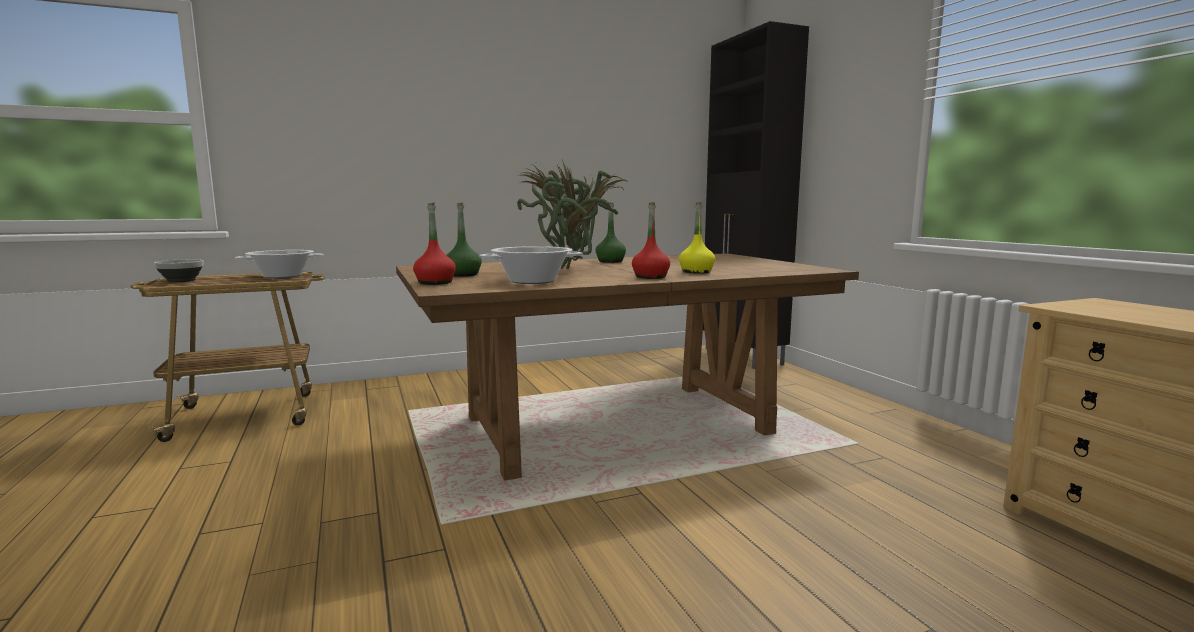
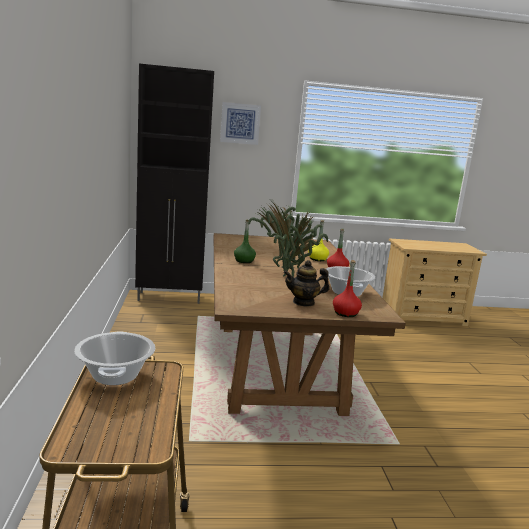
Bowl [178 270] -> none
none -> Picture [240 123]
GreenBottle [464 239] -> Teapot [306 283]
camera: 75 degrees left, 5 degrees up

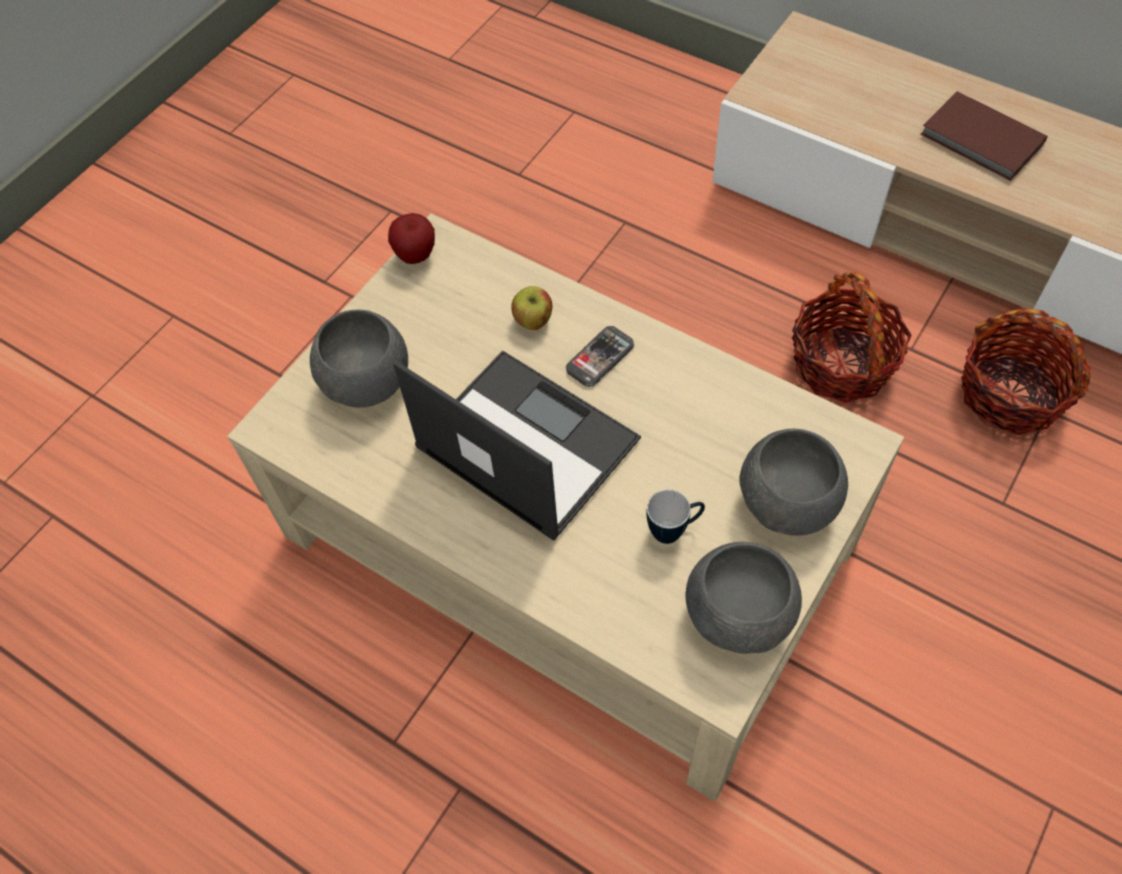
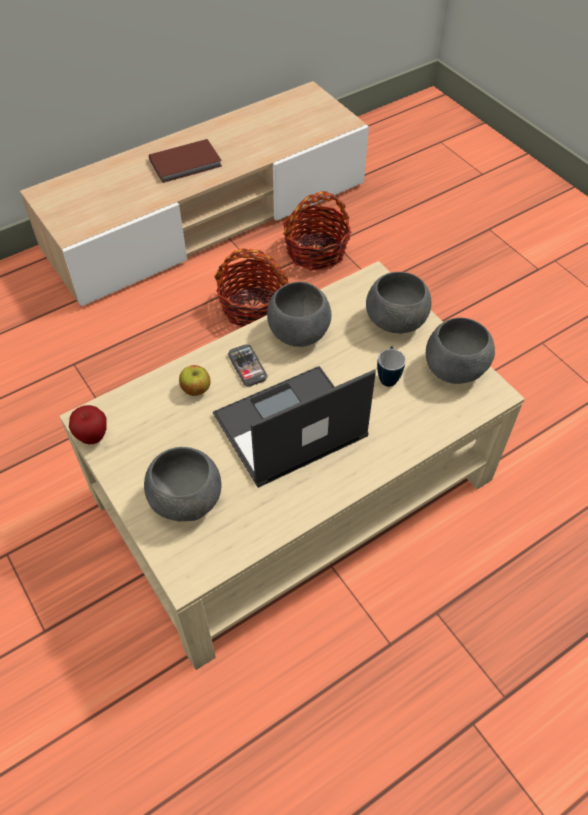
none -> GreyBowl [299 314]
camera: 70 degrees left, 5 degrees down

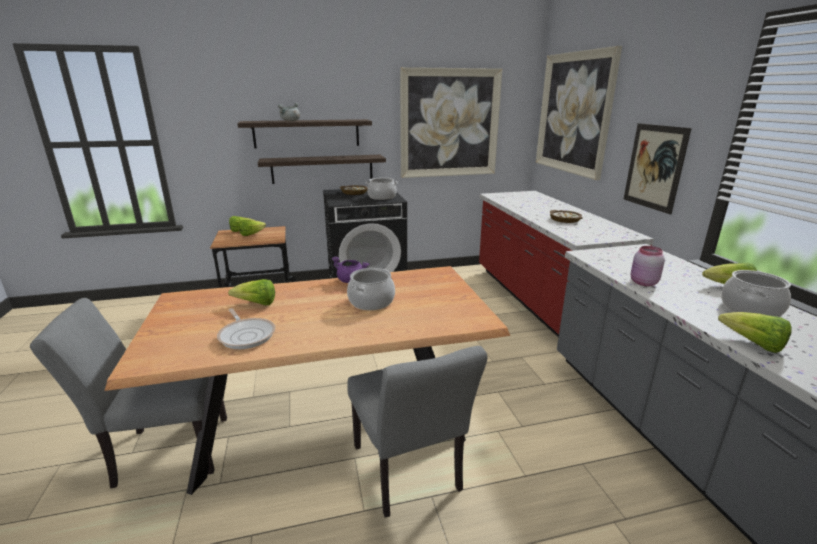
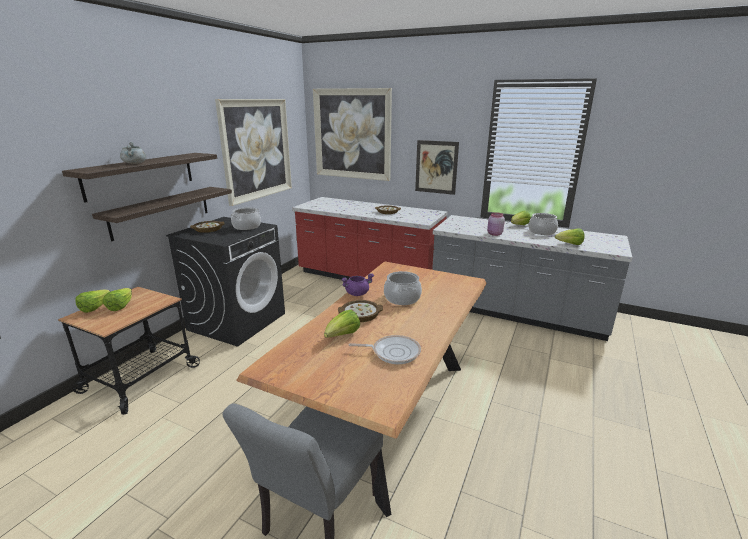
GreyChair [417 432] -> none
none -> Bowl [360 311]
camera: 50 degrees left, 0 degrees up

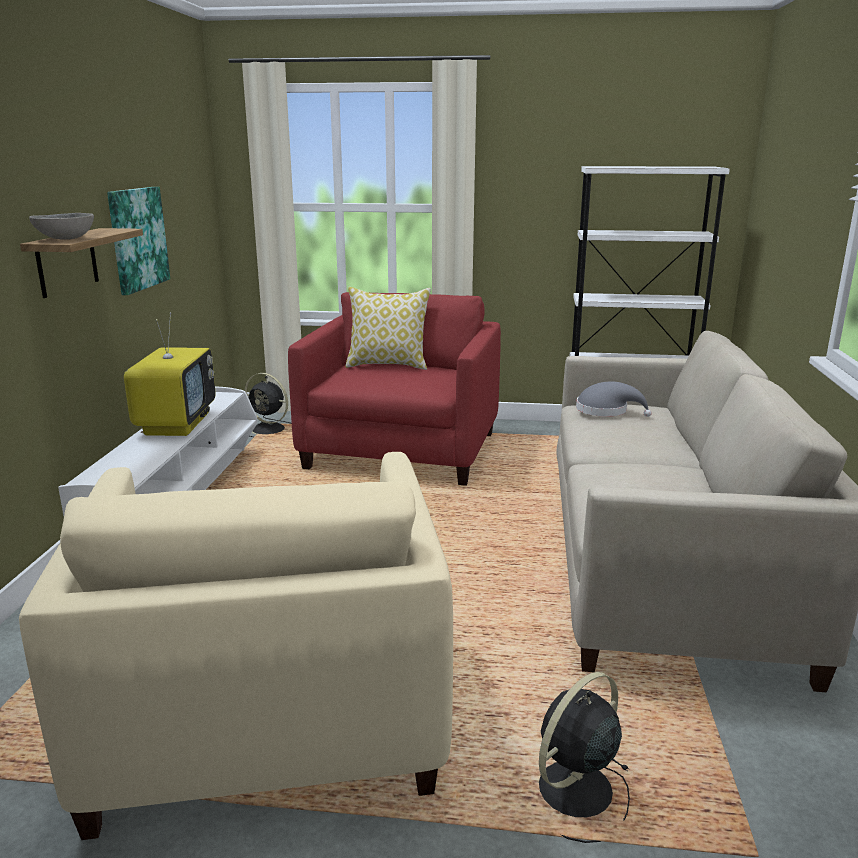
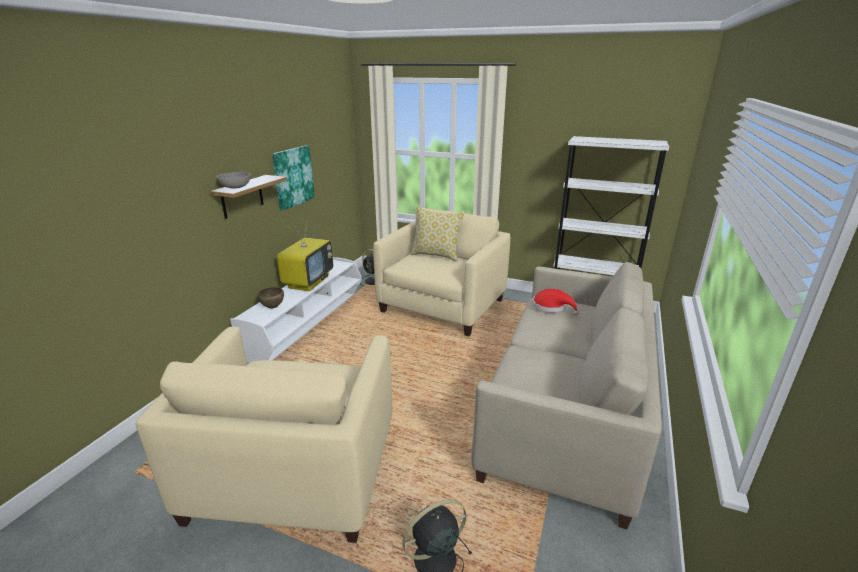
none -> BrownBowl [271 298]
RedArmchair [394 389] -> BeigeArmchair [442 272]
GreyHat [614 399] -> RedHat [556 302]
camera: 15 degrees right, 5 degrees up

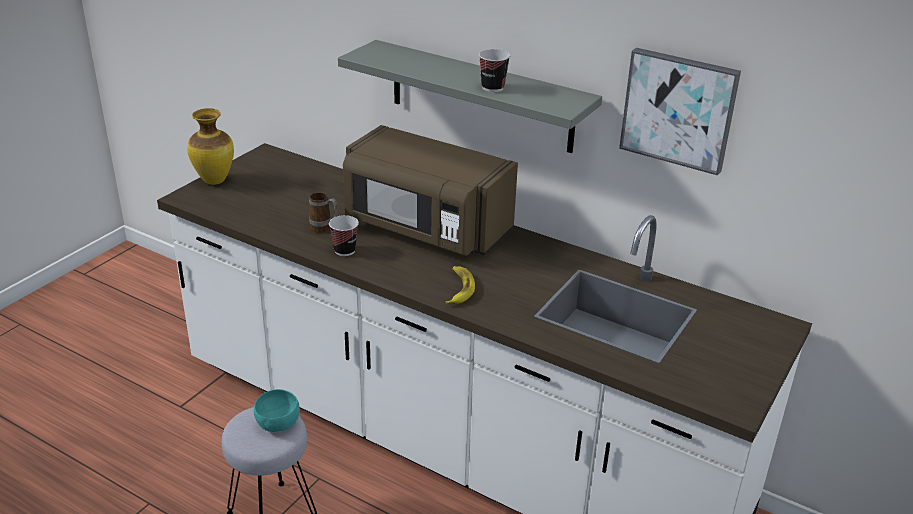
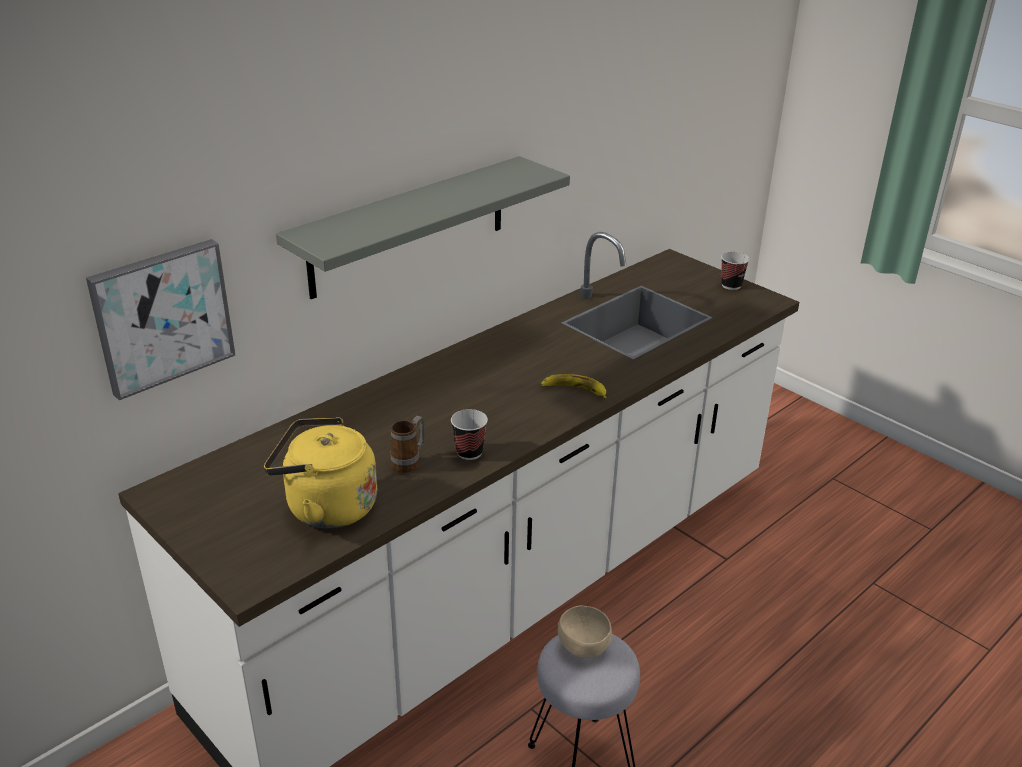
Vase [210 146] -> none
BrownMicrowave [430 190] -> none
none -> YellowKettle [320 473]
Cup [494 70] -> Cup [735 271], move
Picture [680 112] -> Picture [160 319], move
TurquoiseBowl [277 410] -> BeigeBowl [585 631]
camera: 75 degrees left, 0 degrees up

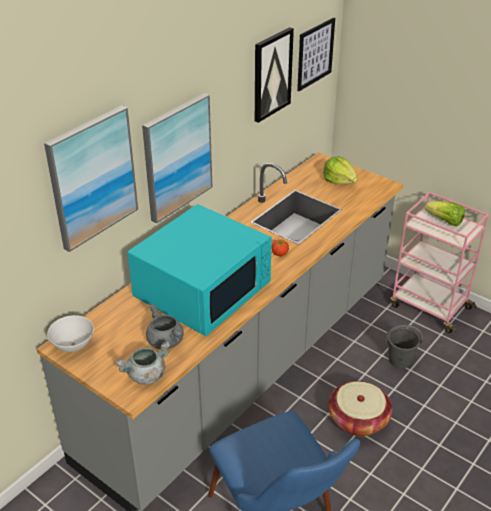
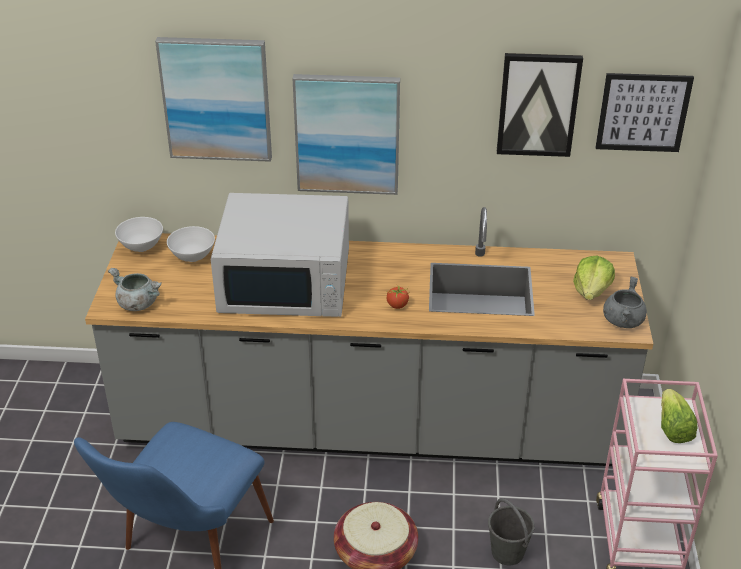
none -> WhiteBowl [191 244]
GreyCookingPot [165 326] -> GreyCookingPot [625 302], move
TurquoiseMicrowave [200 270] -> WhiteMicrowave [280 255]
camera: 55 degrees right, 0 degrees up

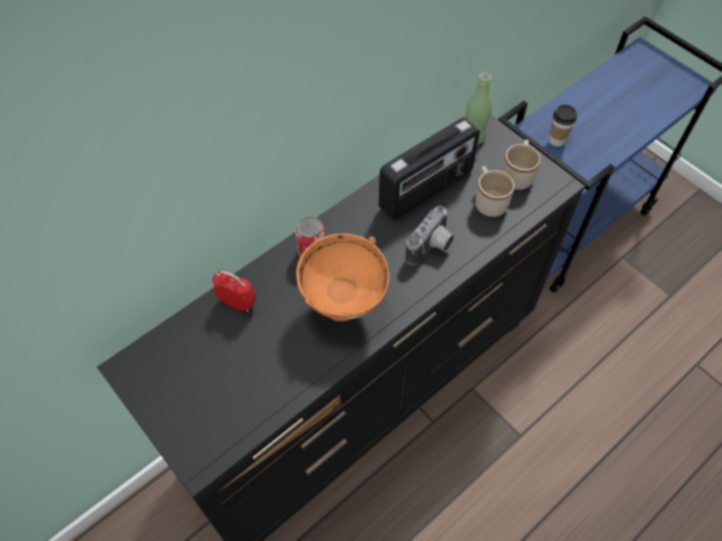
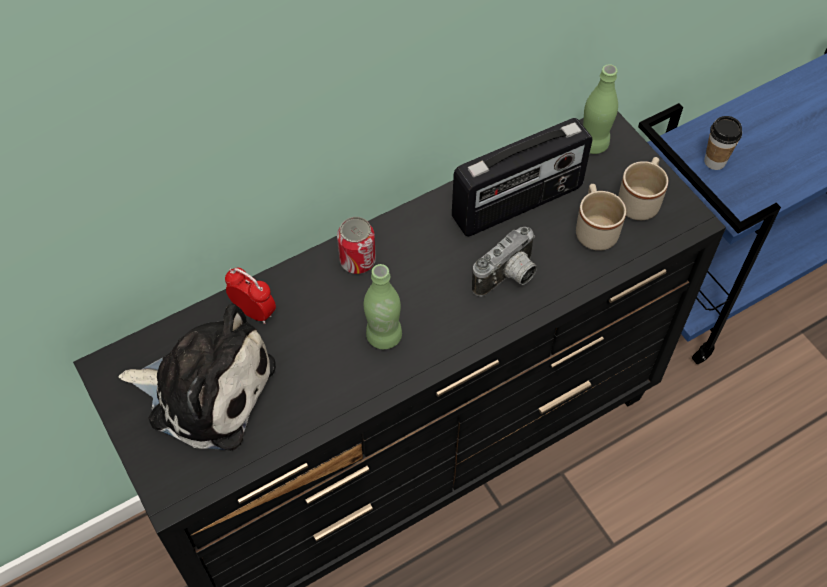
none -> PlushToy [197 377]
OrangeBowl [343 277] -> GreenBottle [383 306]
camera: 10 degrees right, 0 degrees up

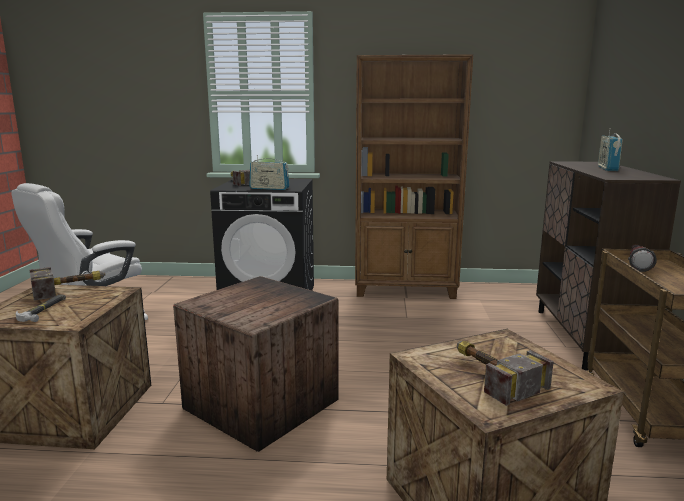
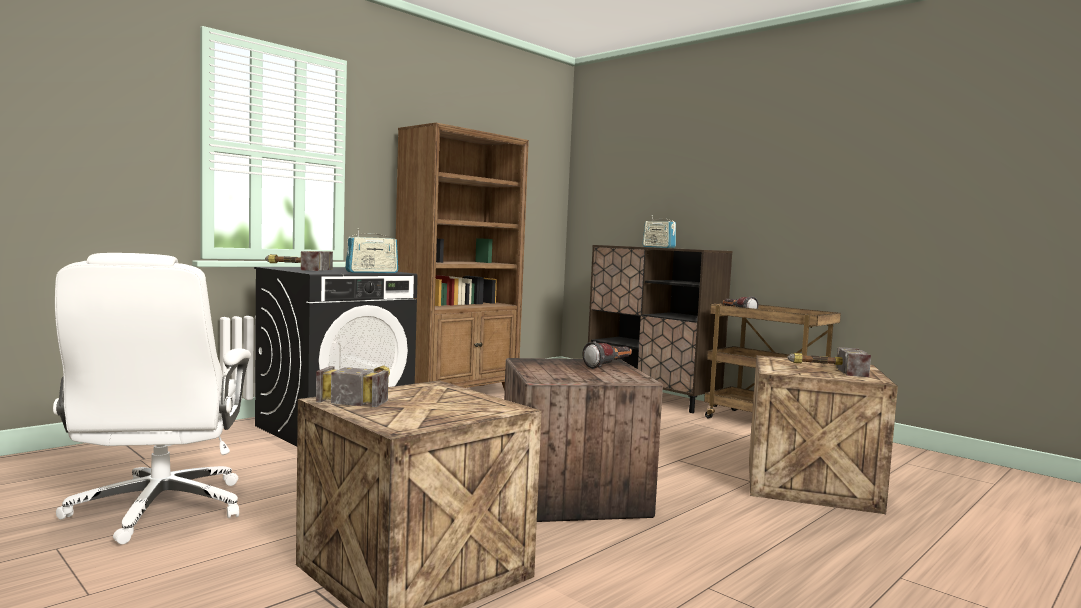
Hammer [41 308] -> none
none -> Flashlight [607 355]
camera: 50 degrees left, 10 degrees down

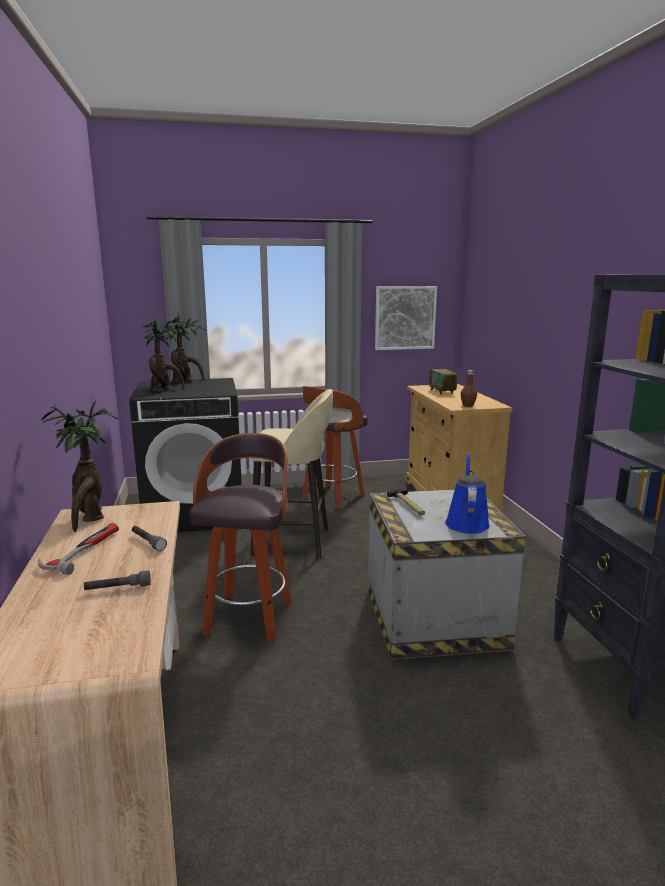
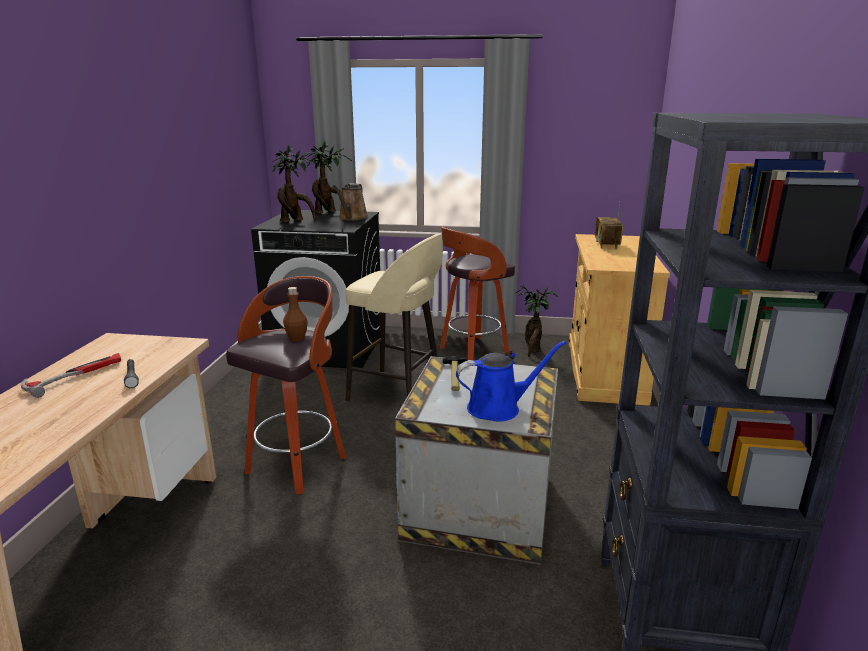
GreyFlashlight [117 580] -> none
Picture [406 318] -> none
none -> BrownWateringCan [350 202]
PottedPlant [80 466] -> PottedPlant [537 321], move
BrownBottle [469 388] -> BrownBottle [295 314], move
BlueWateringCan [467 493] -> BlueWateringCan [511 381], 45 degrees clockwise
camera: 20 degrees right, 5 degrees up

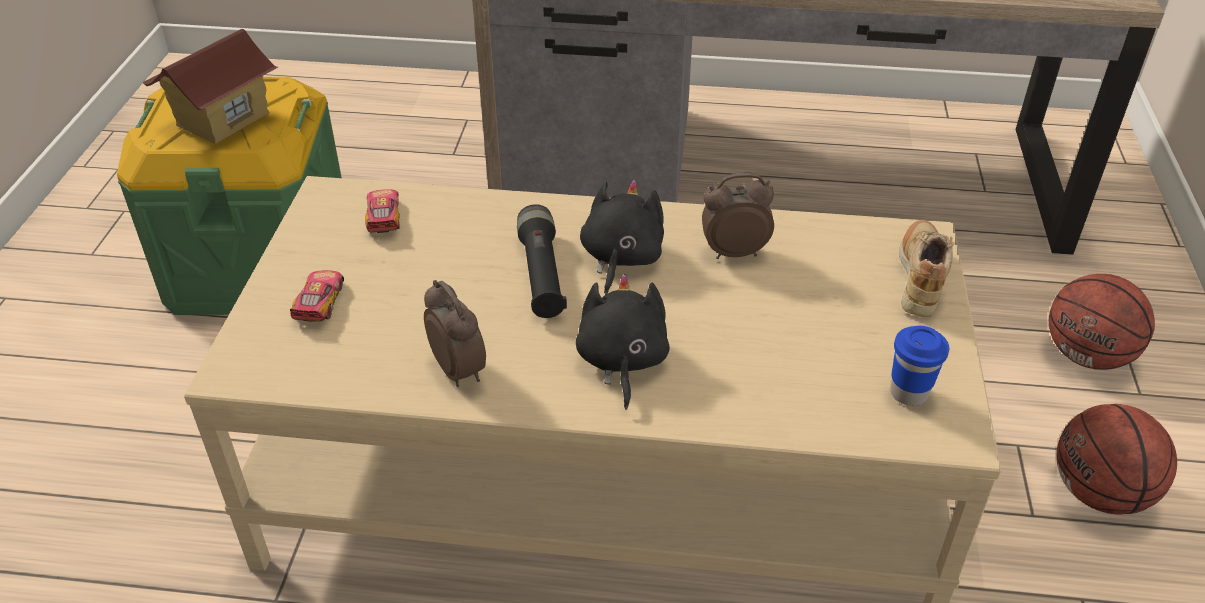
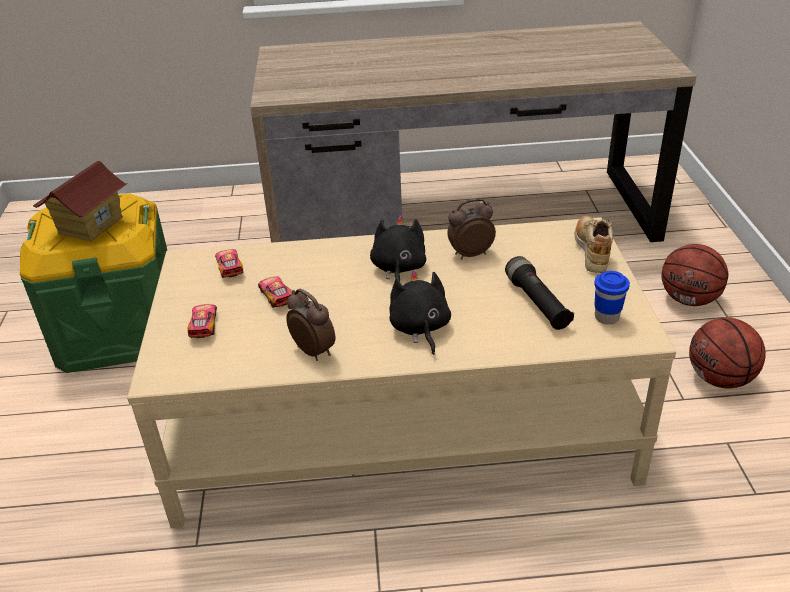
none -> ToyCar [275 292]
BlackFlashlight [542 261] -> BlackFlashlight [539 293], move
camera: 10 degrees left, 5 degrees down

